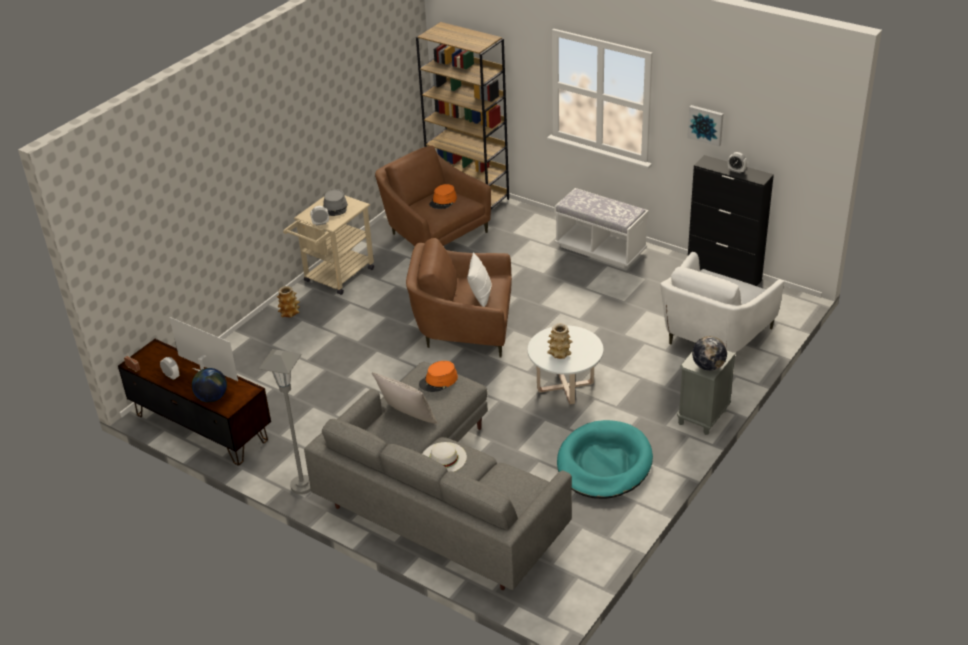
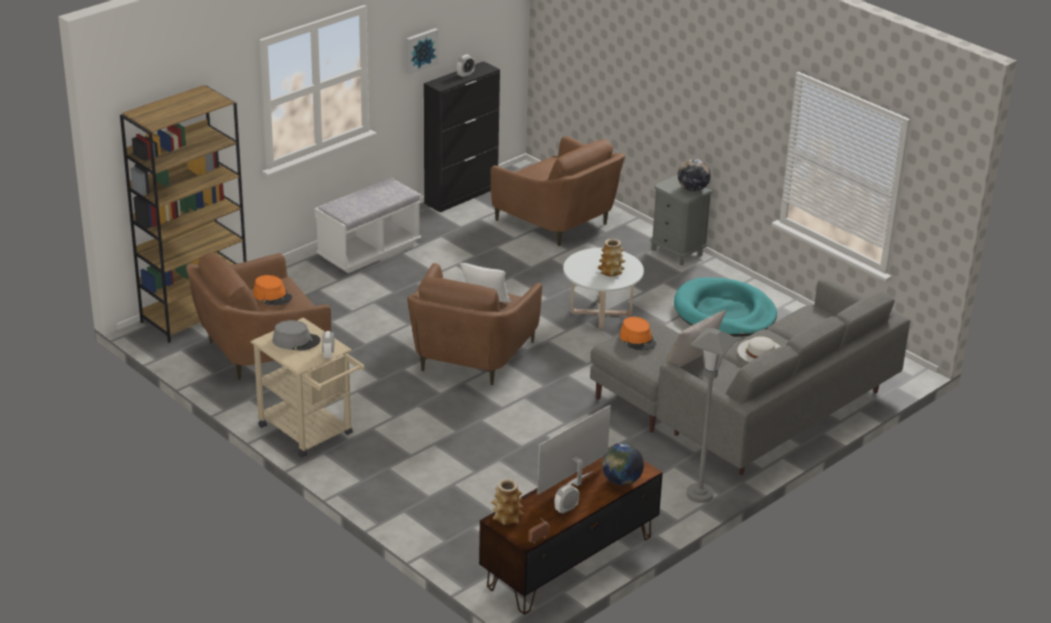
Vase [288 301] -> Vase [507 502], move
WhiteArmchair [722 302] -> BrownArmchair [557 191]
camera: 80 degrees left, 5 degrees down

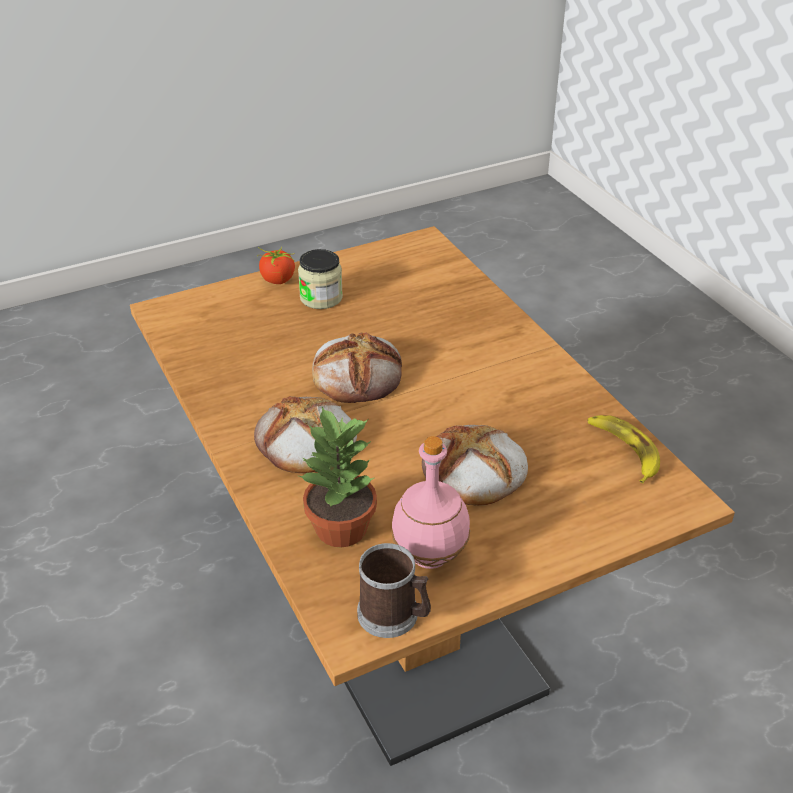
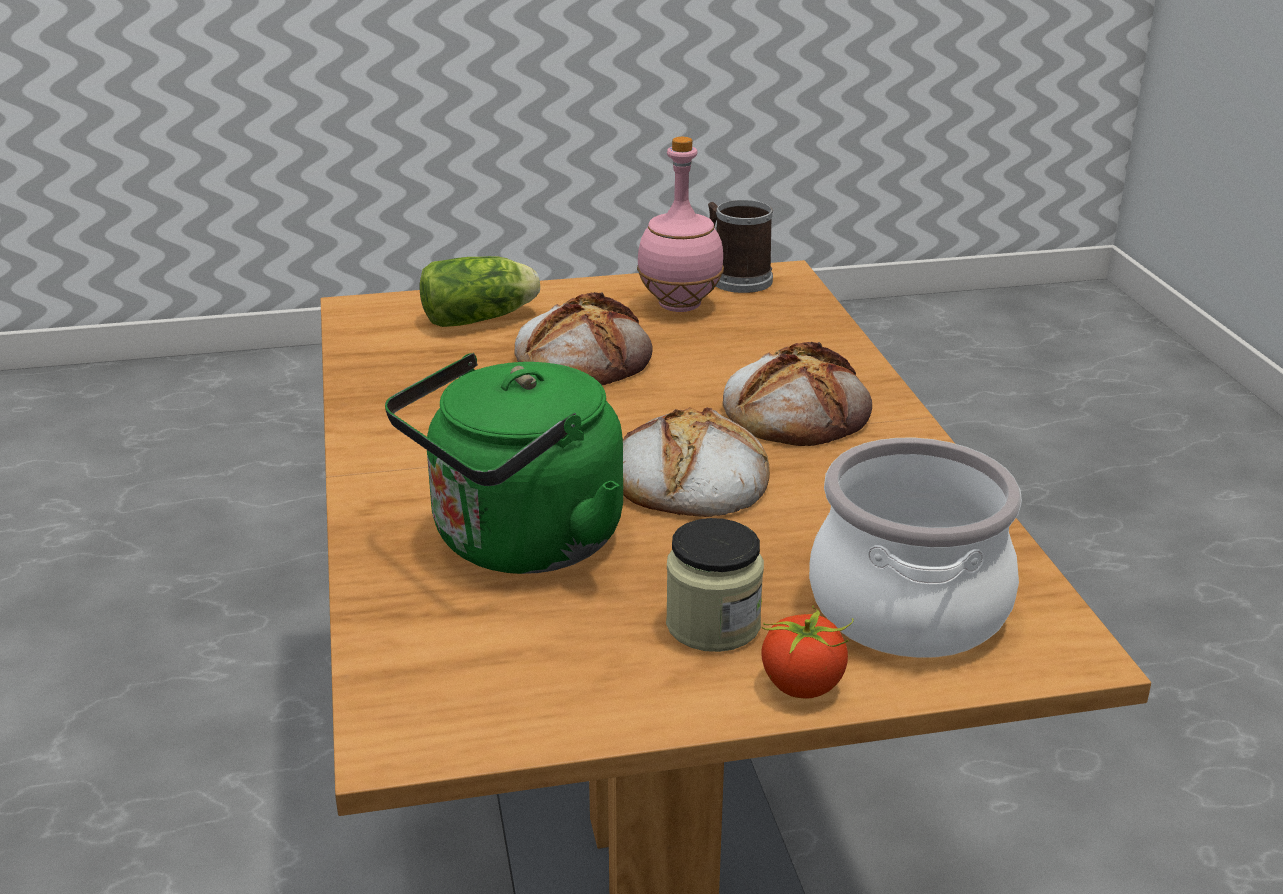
PottedPlant [338 477] -> none
Banana [623 449] -> none
none -> GreenKettle [504 463]
none -> Lettuce [479 291]
none -> CookingPot [915 548]
camera: 165 degrees left, 10 degrees down

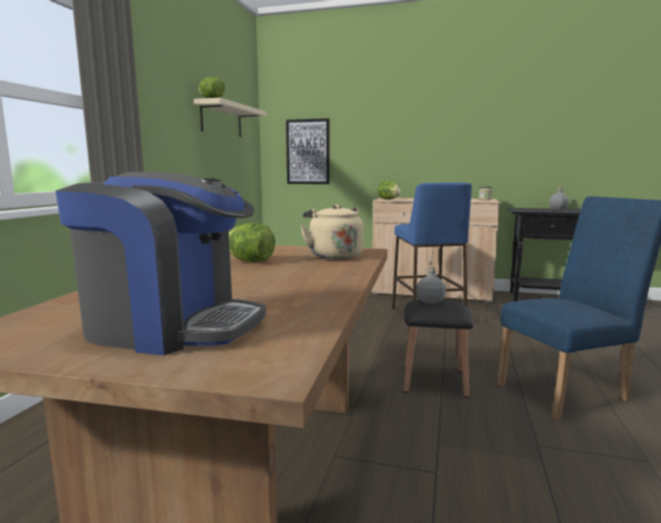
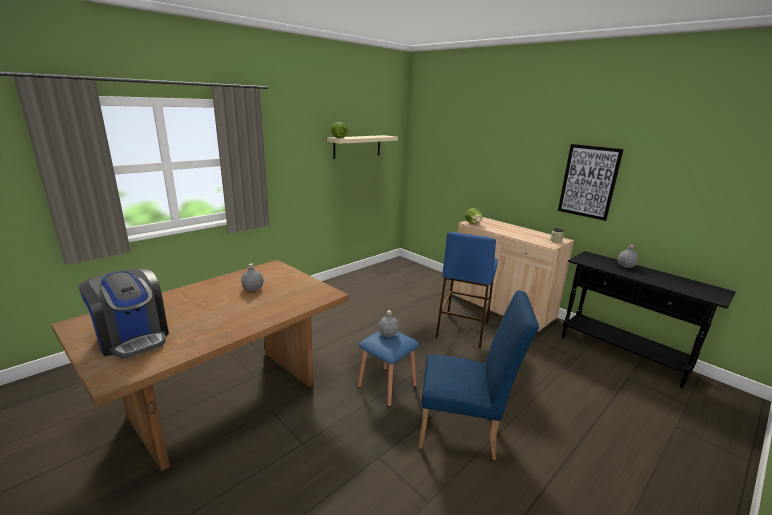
BeigeKettle [331 232] -> none
Picture [308 151] -> Picture [591 182], move
Lettuce [252 242] -> GreyBottle [252 277]
BlackStool [439 349] -> BlueStool [388 369]
camera: 30 degrees right, 10 degrees up

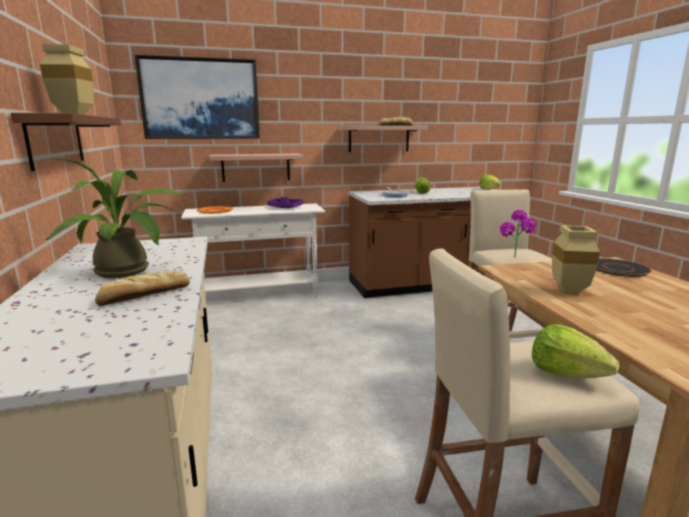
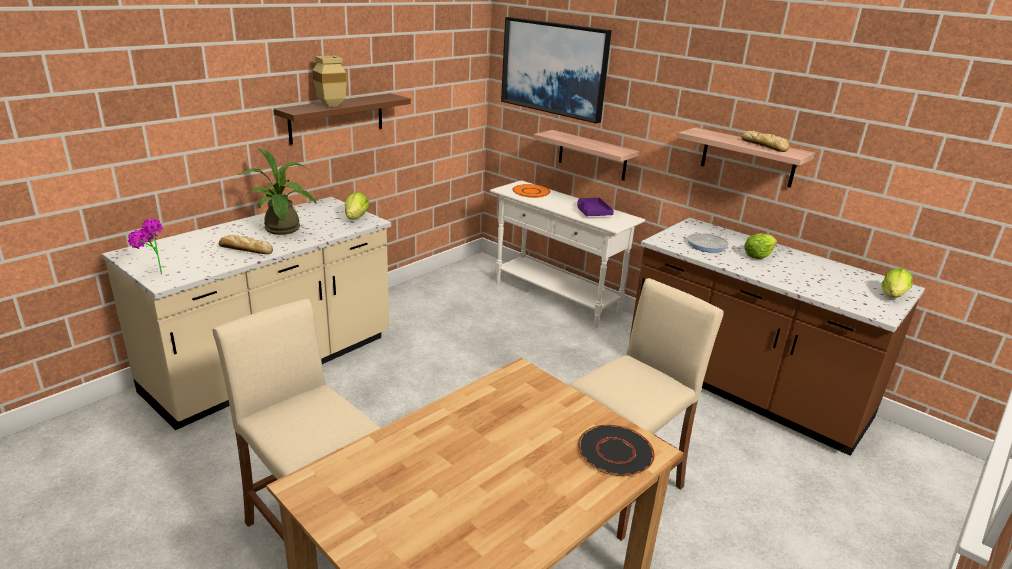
BeigeVase [576 259] -> none
PottedPlant [518 234] -> PottedPlant [145 246], move
Lettuce [575 351] -> Lettuce [357 205], move
camera: 55 degrees right, 10 degrees up

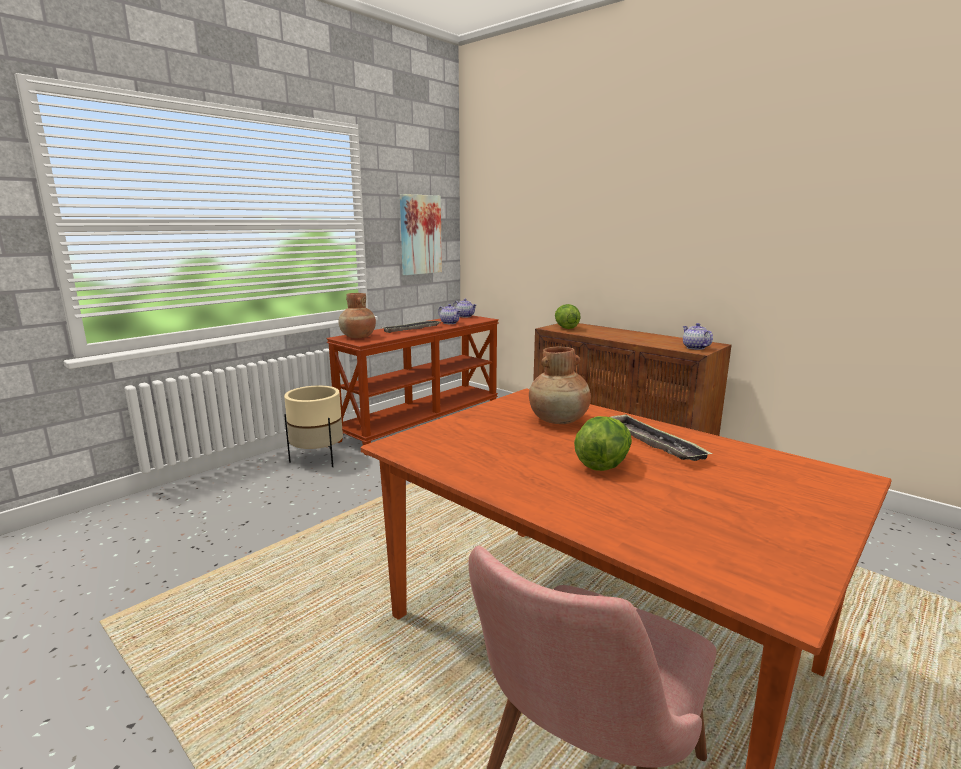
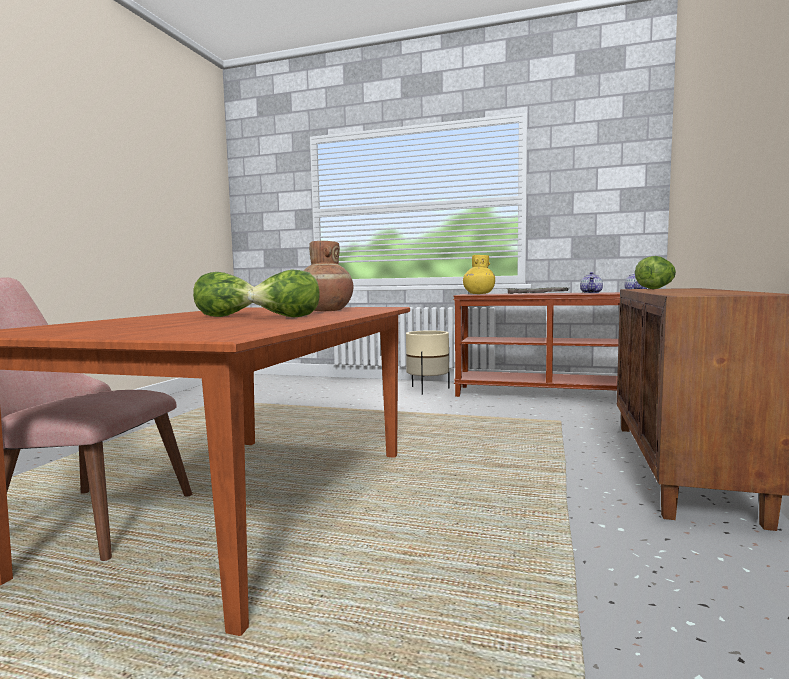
Picture [421 234] -> none
Teapot [698 336] -> none
Tray [659 437] -> Lettuce [283 294]
BrownVase [357 315] -> YellowVase [479 274]
camera: 65 degrees right, 10 degrees down

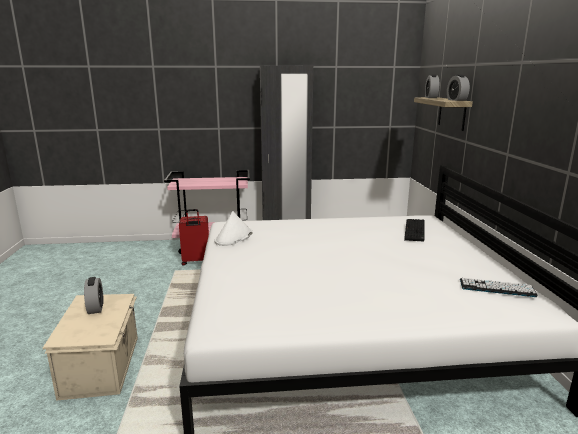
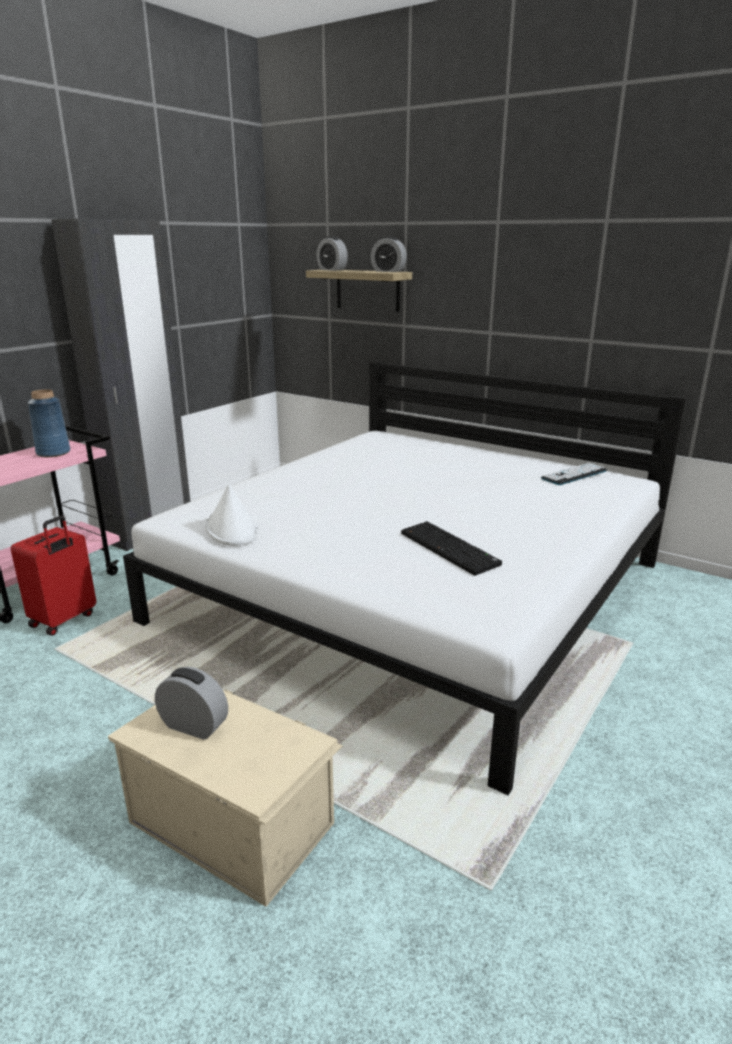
none -> BlueVase [49 423]
Keyboard [414 230] -> Keyboard [451 548], move
camera: 50 degrees left, 5 degrees up

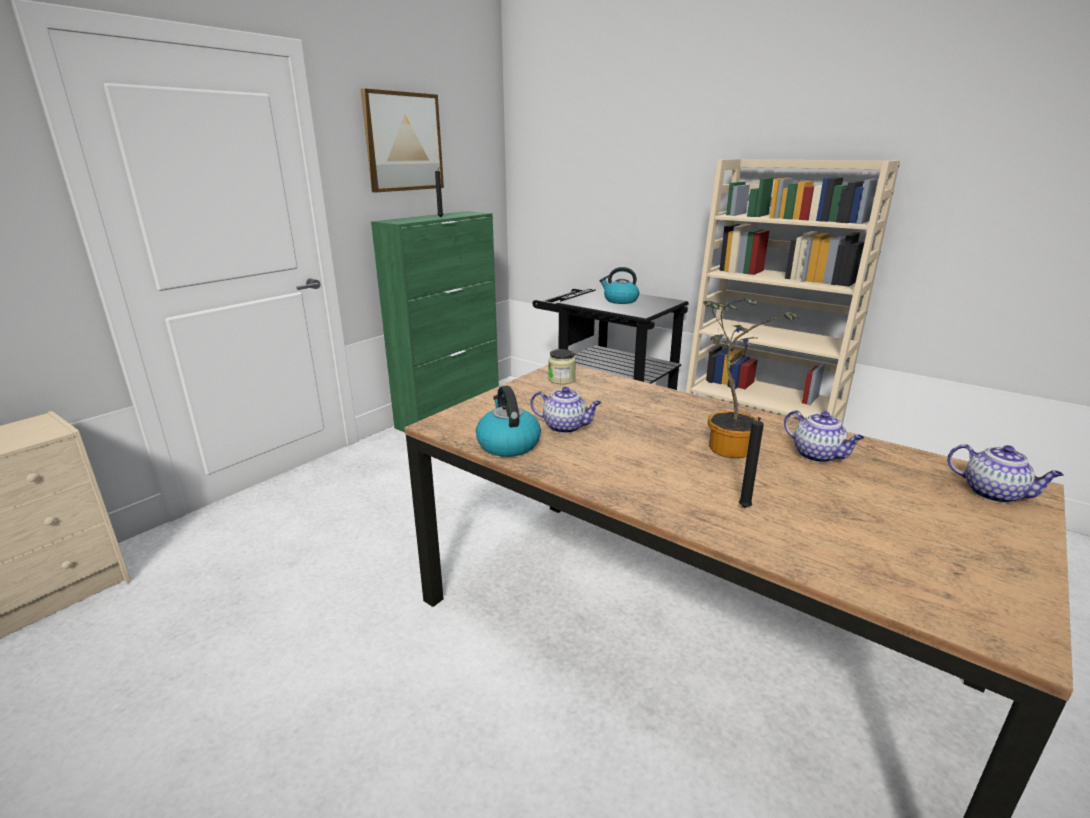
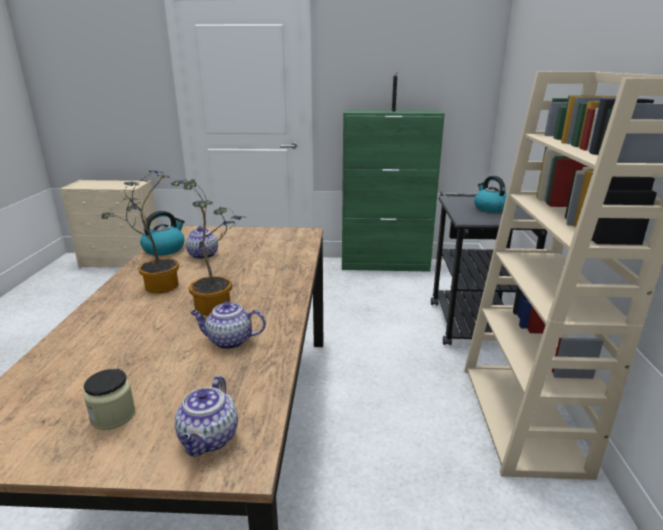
Picture [402 140] -> none
BlackCandle [751 462] -> none
none -> PottedPlant [140 231]
Jar [562 366] -> Jar [109 399], move
Teapot [824 436] -> Teapot [228 325], 75 degrees clockwise
camera: 55 degrees right, 0 degrees up

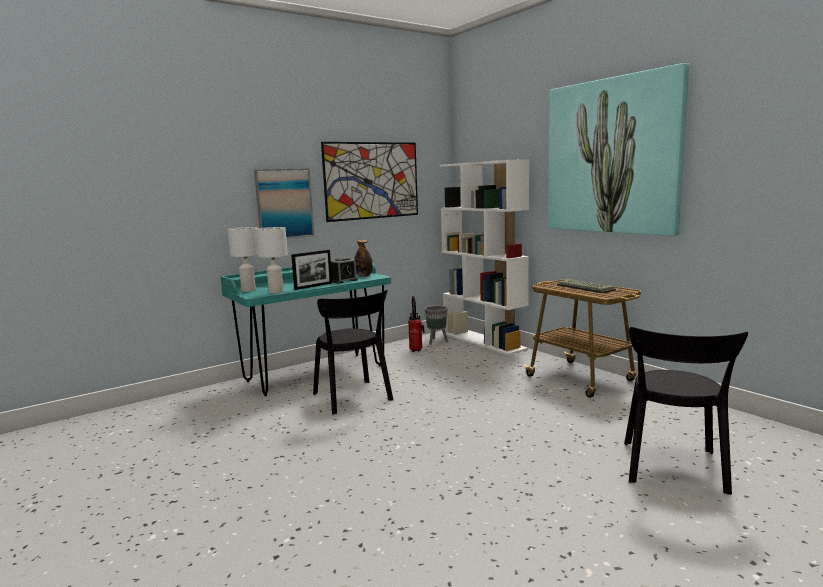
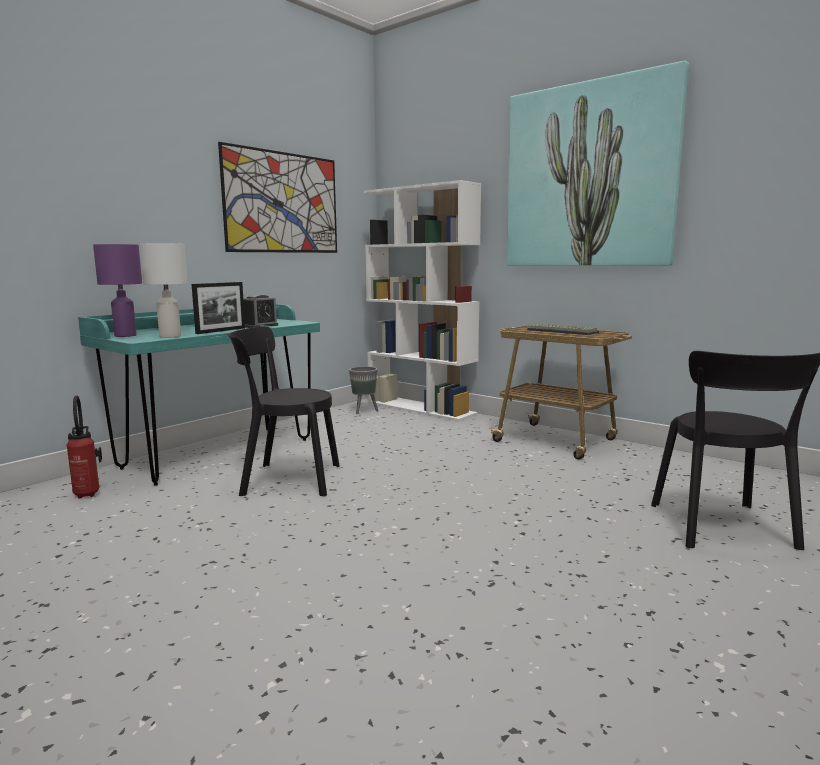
Picture [284 203] -> none
Bottle [363 258] -> none
FireExtinguisher [416 324] -> FireExtinguisher [84 447], move
WhiteTableLamp [243 259] -> PurpleTableLamp [117 290]
BlackChair [353 352] -> BlackChair [284 411], 135 degrees clockwise
camera: 15 degrees left, 0 degrees up

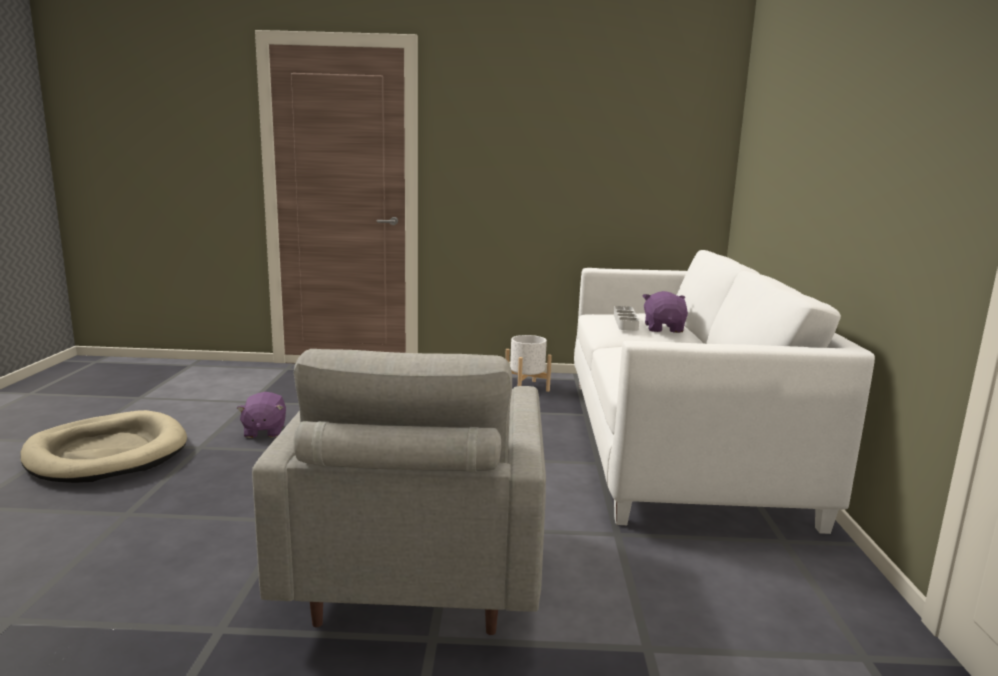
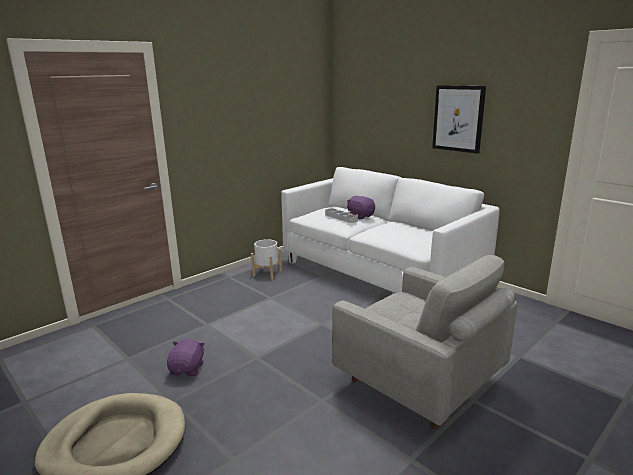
none -> Picture [459 119]
PurplePlushToy [261 415] -> PurplePlushToy [186 357], 120 degrees counterclockwise
camera: 45 degrees left, 5 degrees up

